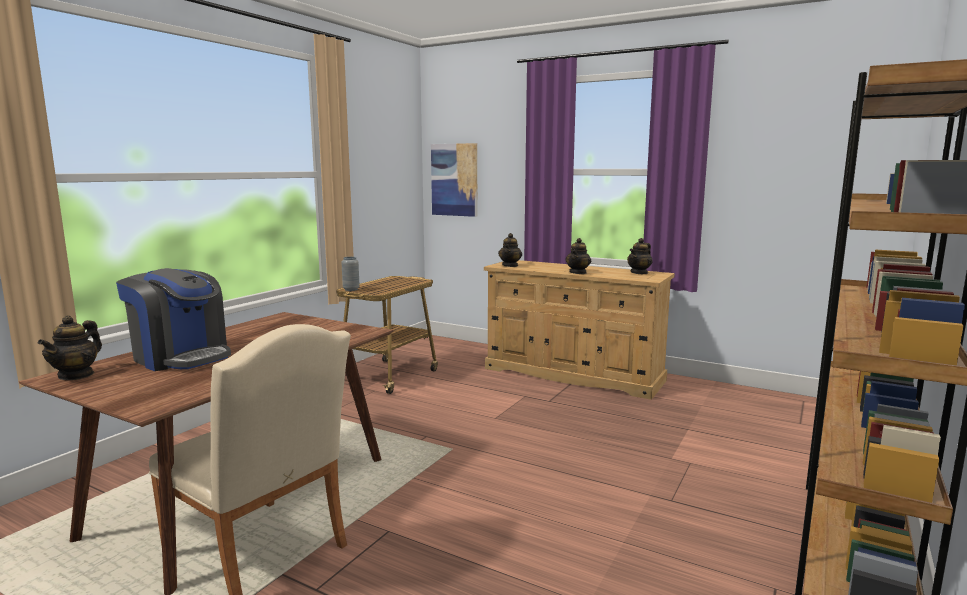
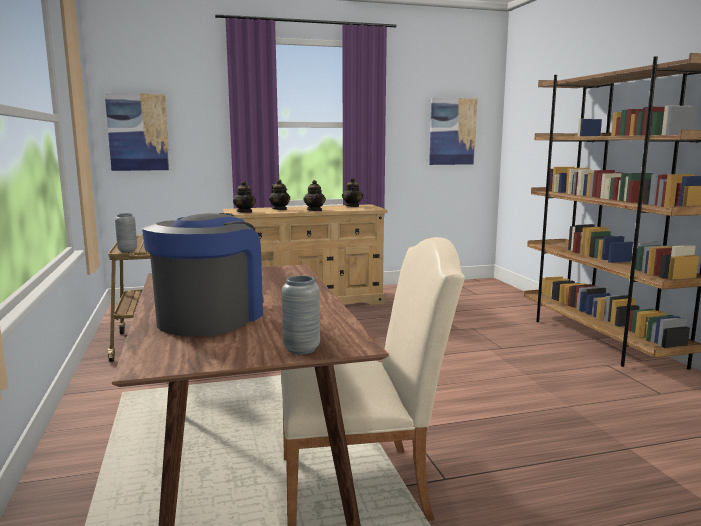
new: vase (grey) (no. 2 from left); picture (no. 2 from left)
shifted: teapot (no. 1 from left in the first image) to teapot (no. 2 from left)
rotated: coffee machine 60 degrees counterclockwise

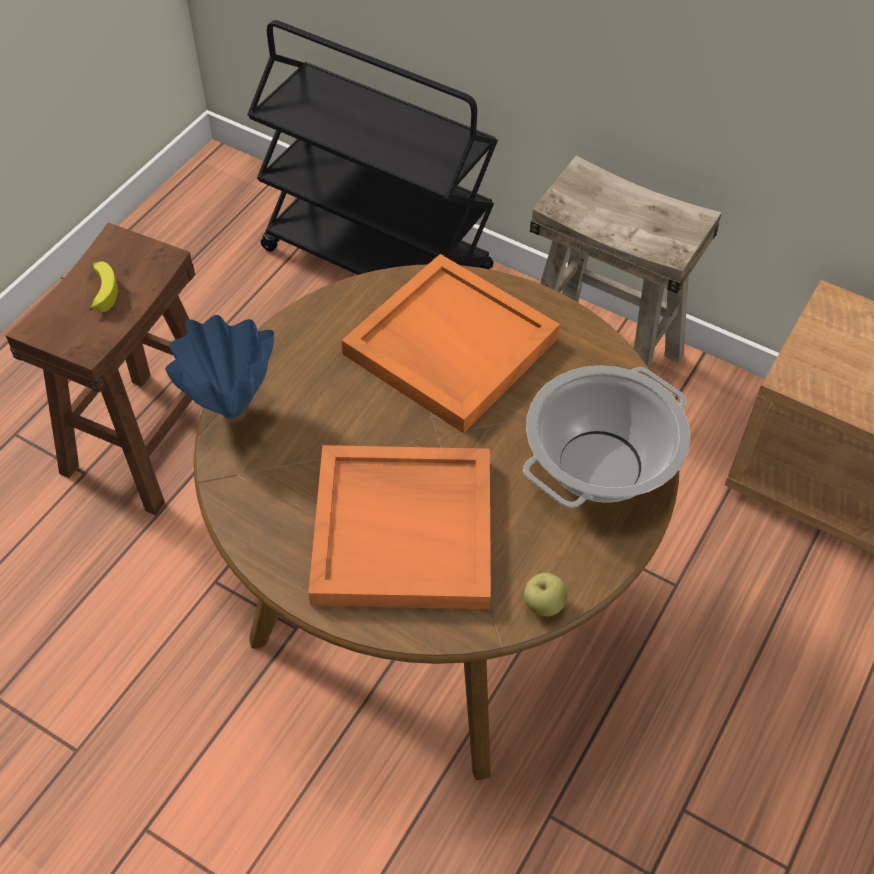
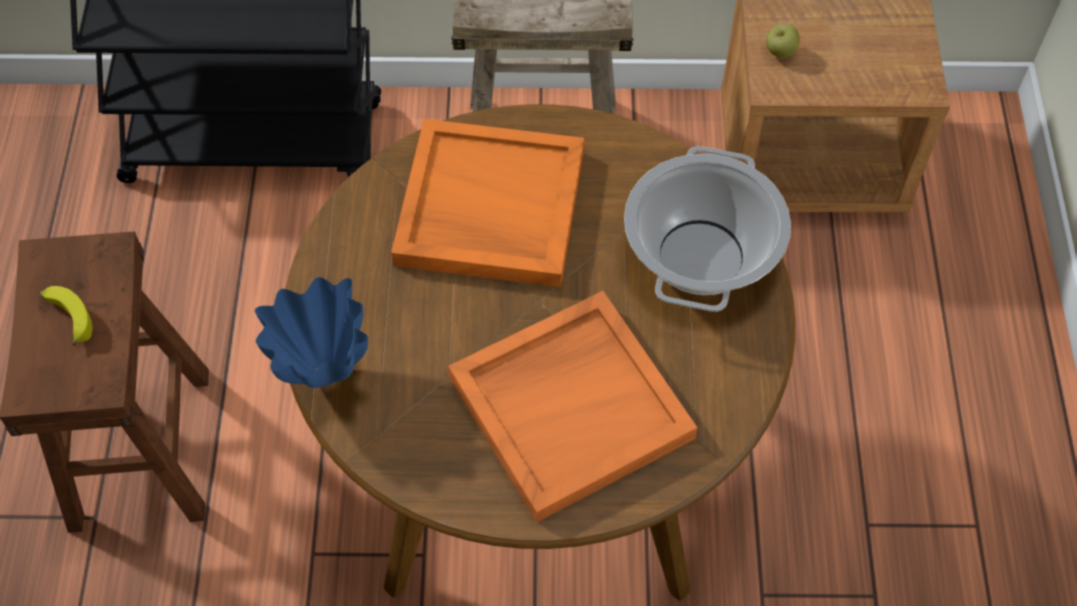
shifted: apple

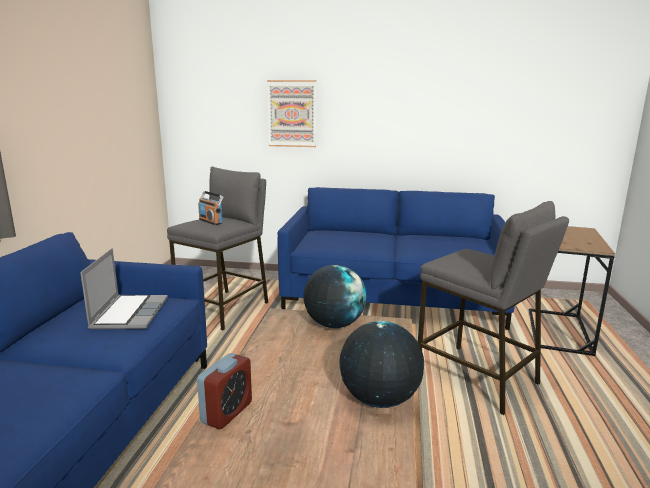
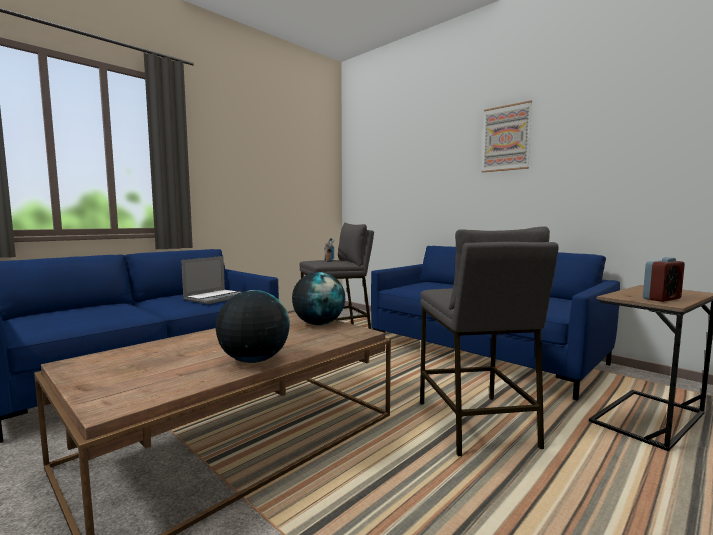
shifted: alarm clock; picture

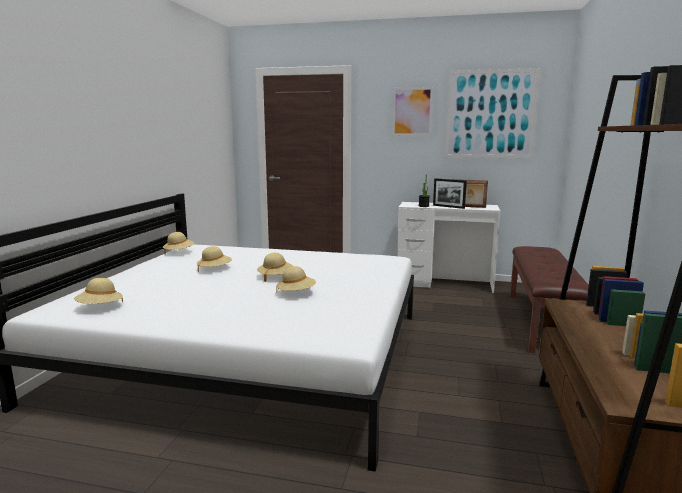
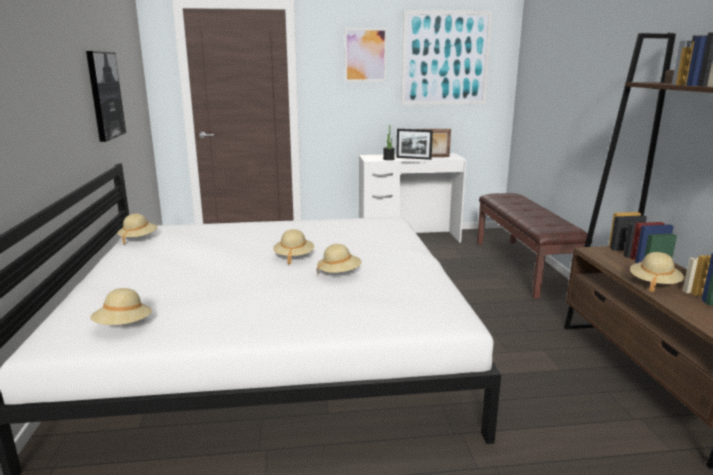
new: picture (no. 1 from left)
shifted: hat (beige) (no. 3 from left in the first image) to hat (beige) (no. 5 from left)

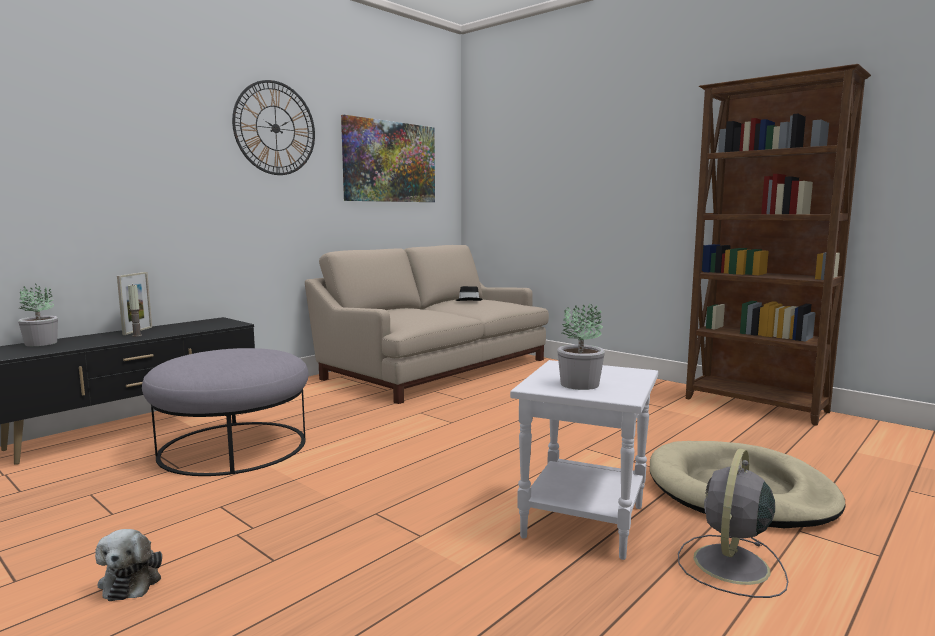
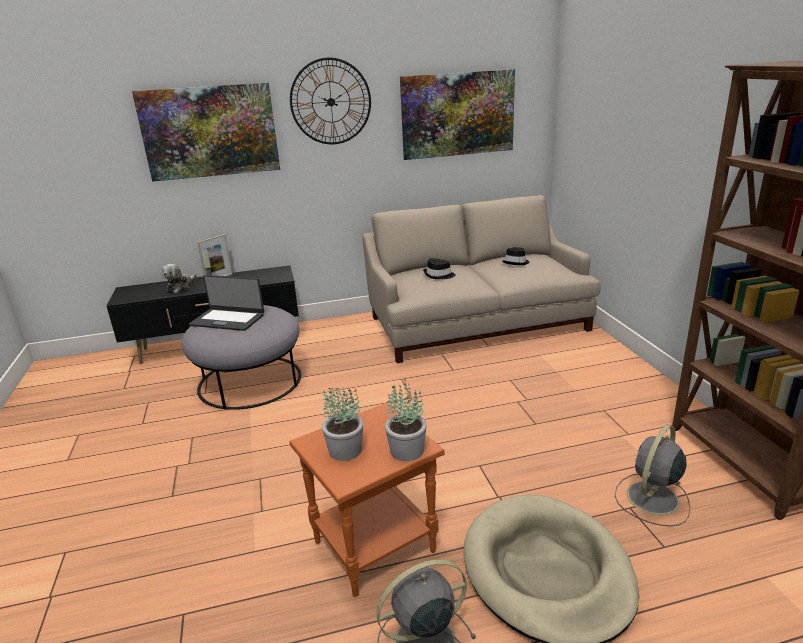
new: picture (no. 1 from left); laptop; hat (black) (no. 1 from left); fan (grey) (no. 2 from left)
shifted: potted plant (no. 1 from left in the first image) to potted plant (no. 2 from left); plush toy
repainted: side table (white) to side table (orange)

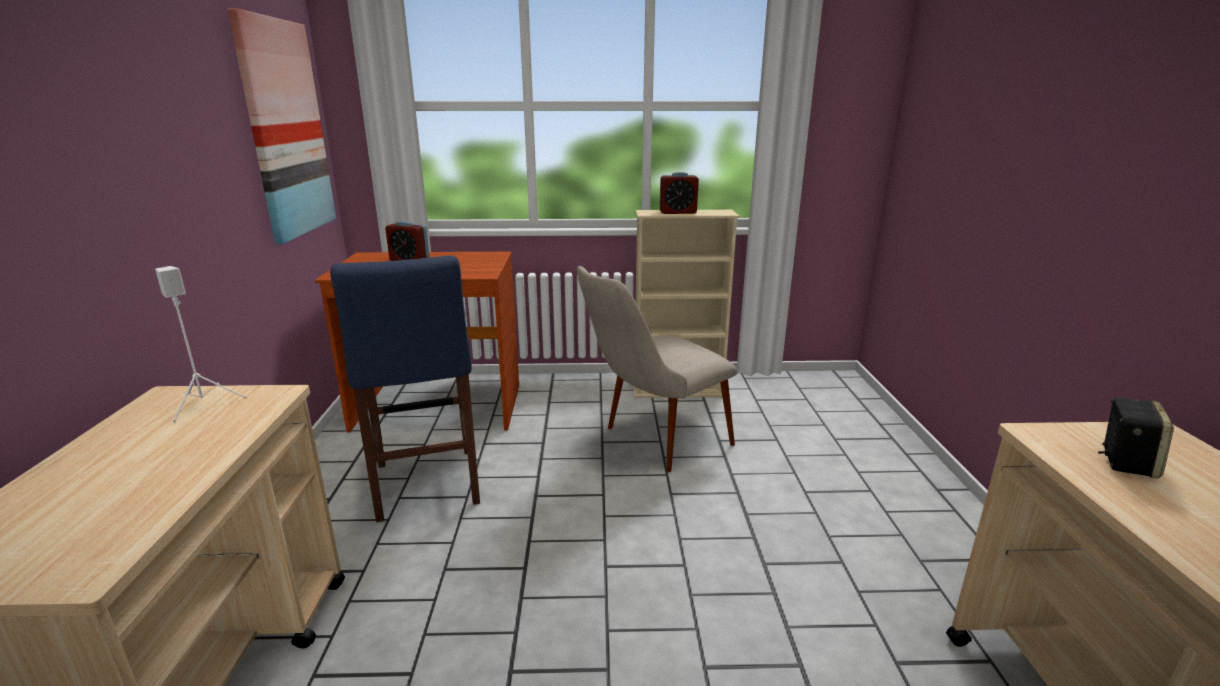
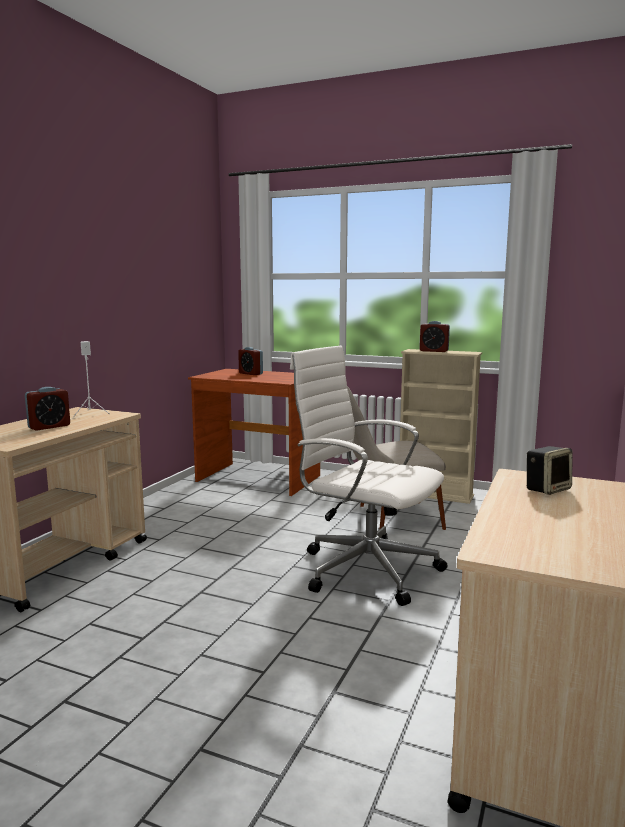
gone: picture; stool (blue)
new: alarm clock (no. 1 from left); office chair (white)

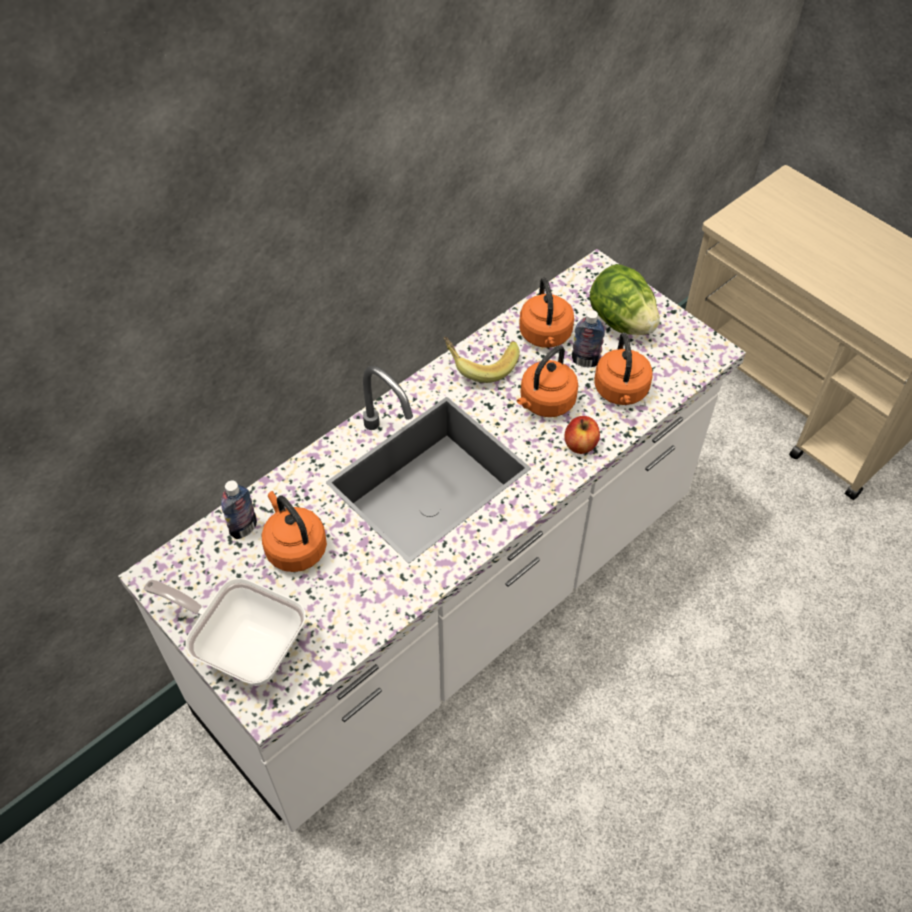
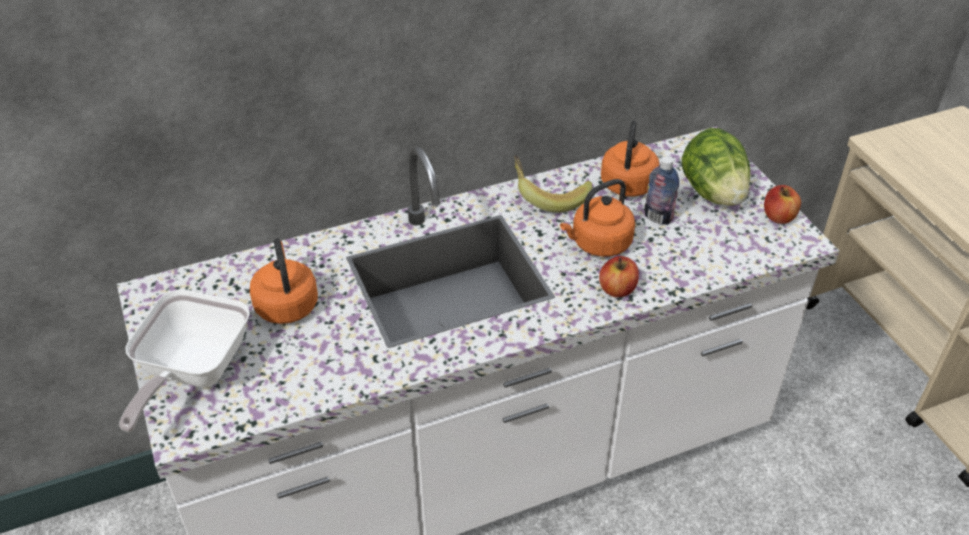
gone: bottle (no. 1 from left); kettle (orange) (no. 4 from left)
new: apple (no. 2 from left)
rotated: frying pan 120 degrees counterclockwise

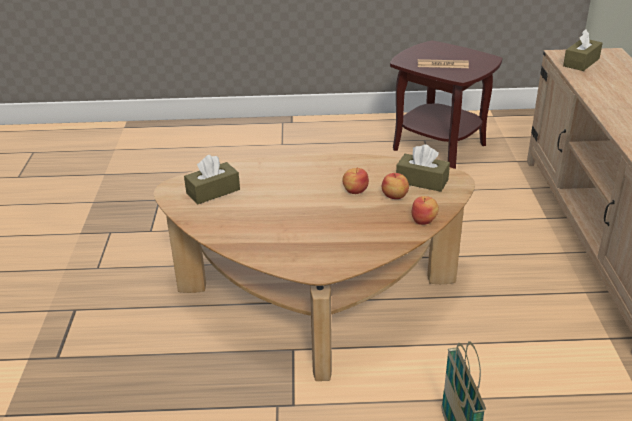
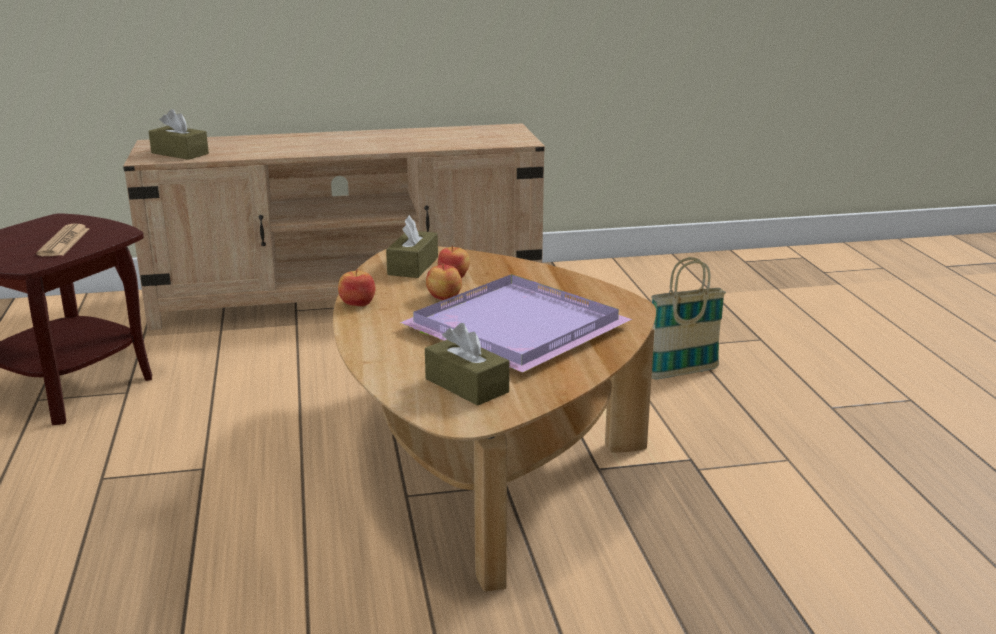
new: tray (purple)
shifted: apple (no. 3 from left in the first image) to apple (no. 1 from left)

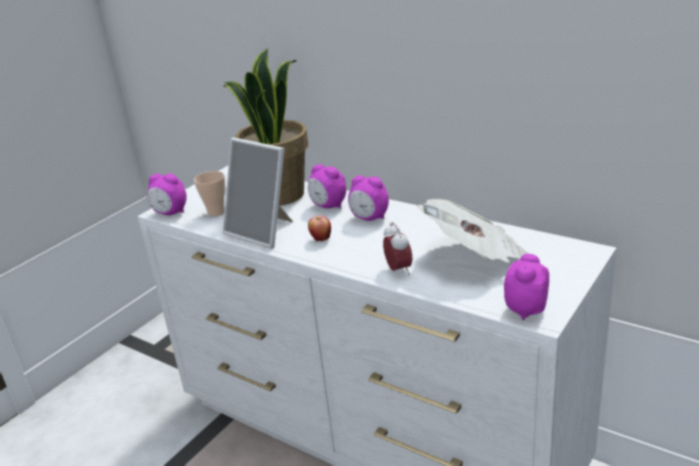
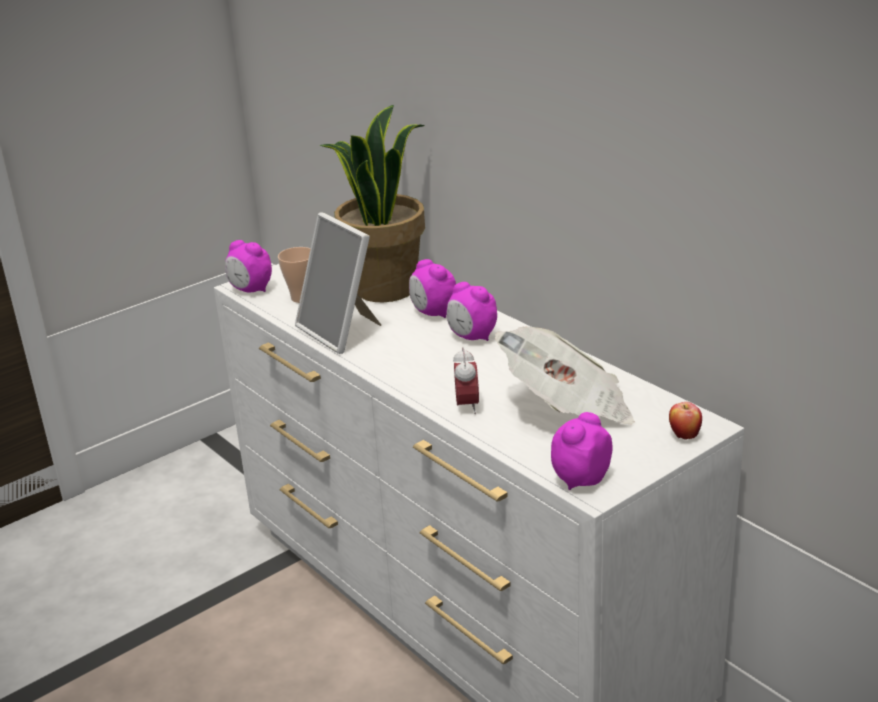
shifted: apple

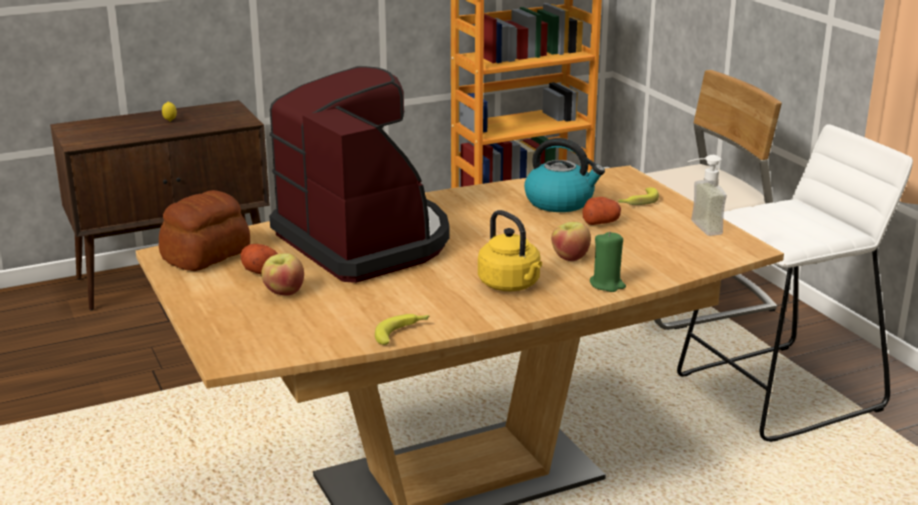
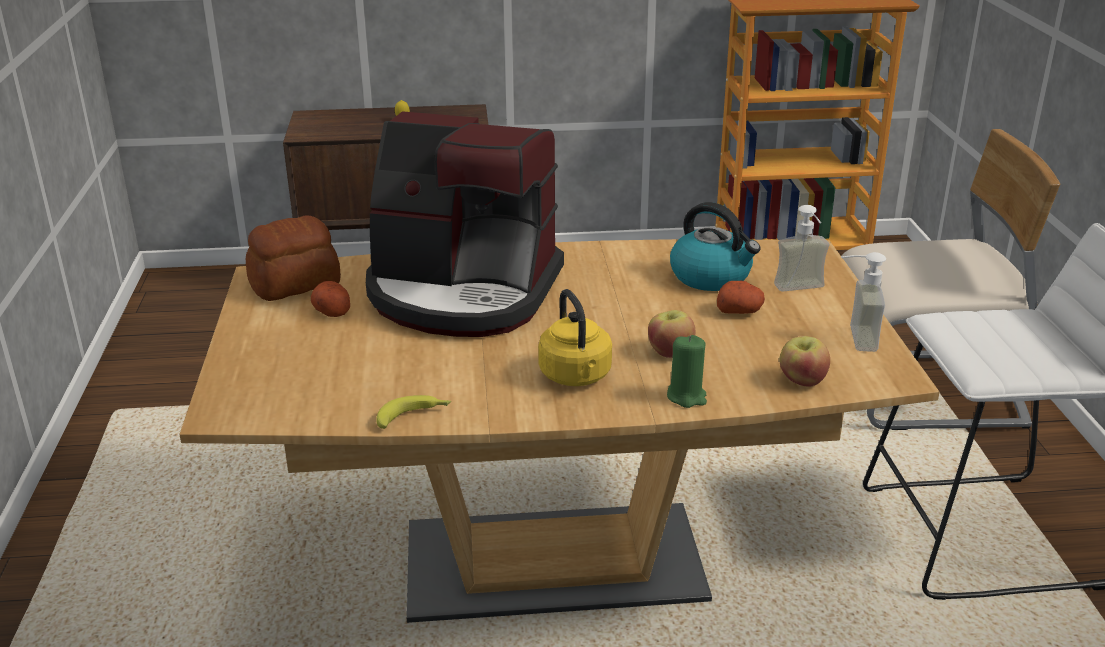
shifted: apple (no. 1 from left in the first image) to apple (no. 2 from left)
swapped: banana (no. 2 from left) to soap dispenser (no. 1 from left)
rotated: coffee machine 120 degrees clockwise

